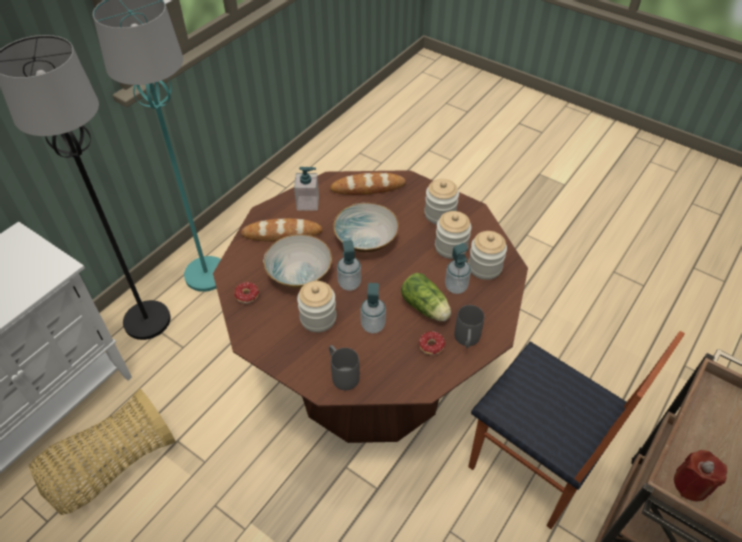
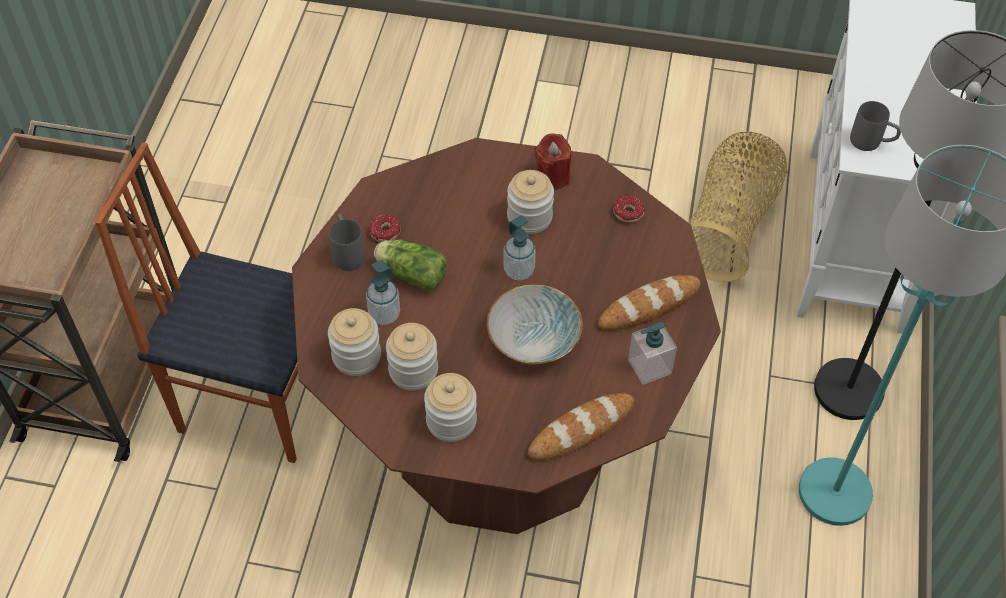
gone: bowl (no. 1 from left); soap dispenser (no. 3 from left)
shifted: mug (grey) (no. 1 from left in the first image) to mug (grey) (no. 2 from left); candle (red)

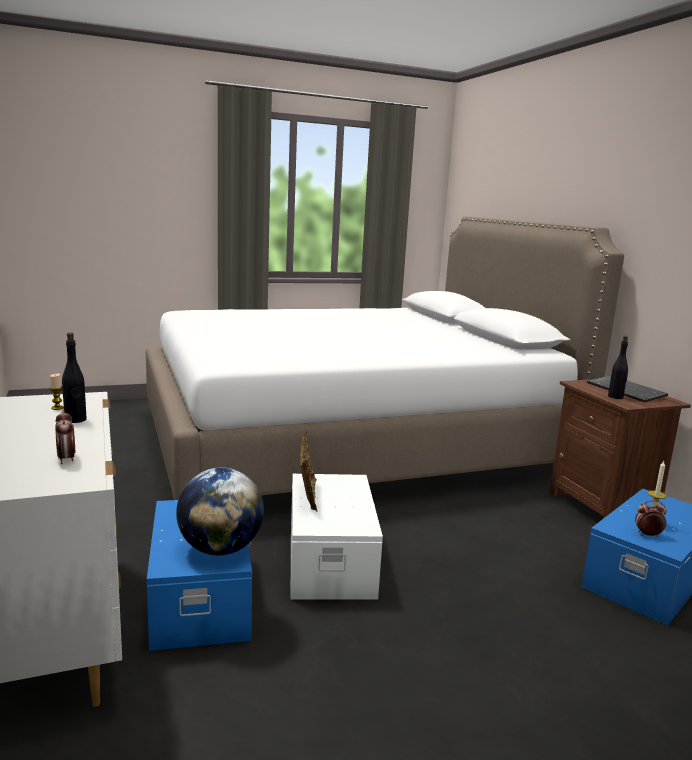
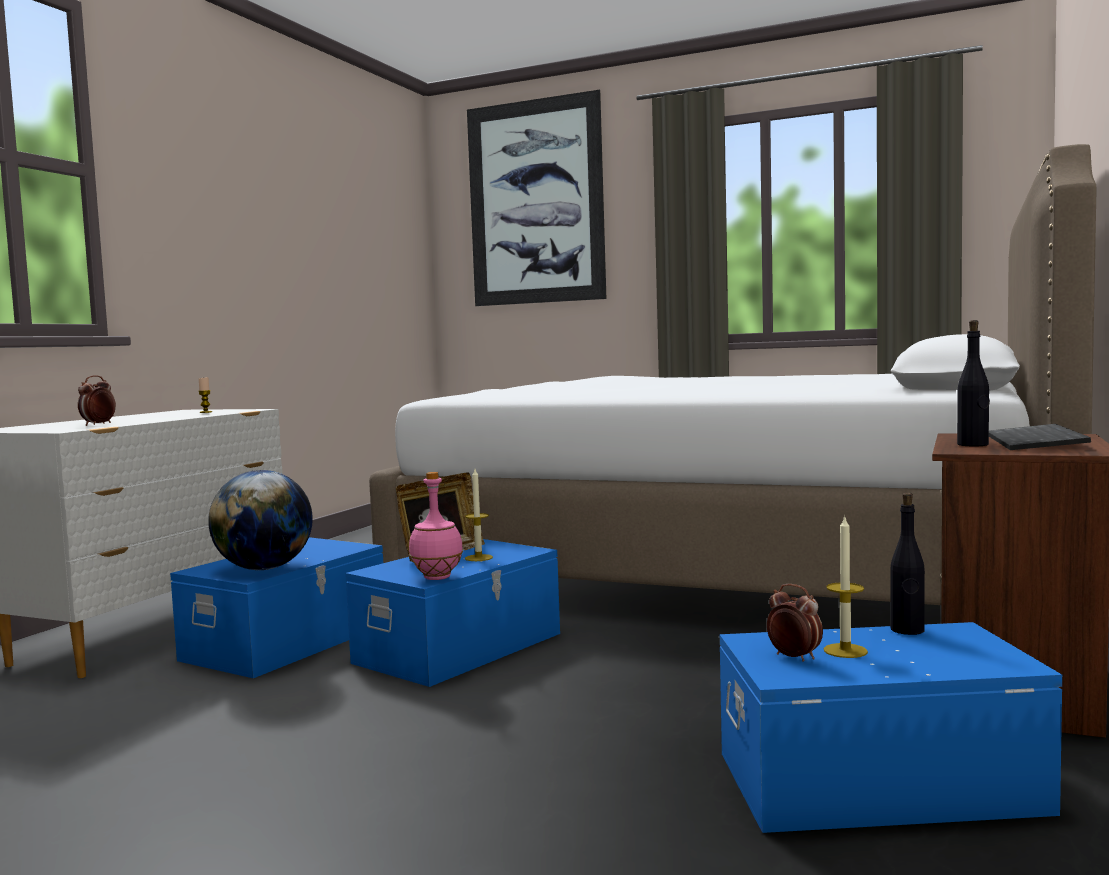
new: bottle (pink); candle (no. 2 from left); picture
shifted: bottle (black) (no. 1 from left)
repainted: storage box (white) to storage box (blue) (no. 2 from left)

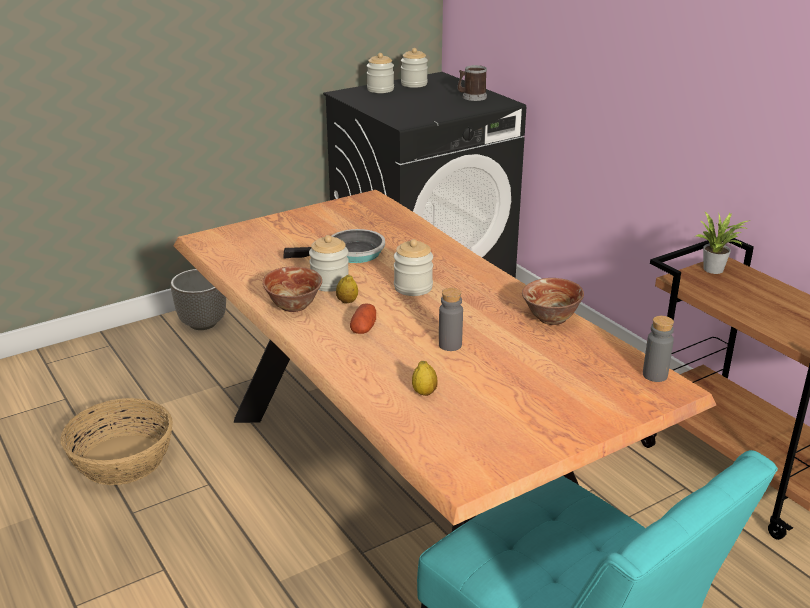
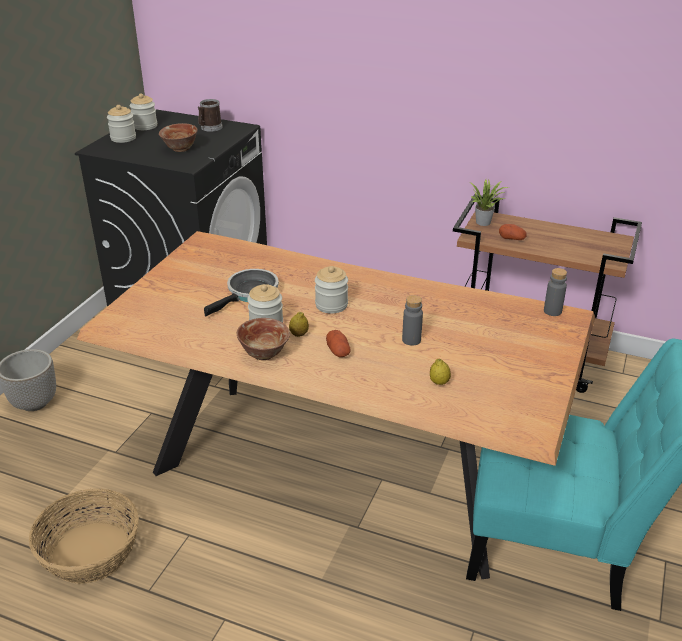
new: potato (no. 2 from left)
shifted: bowl (no. 2 from left in the first image) to bowl (no. 1 from left)

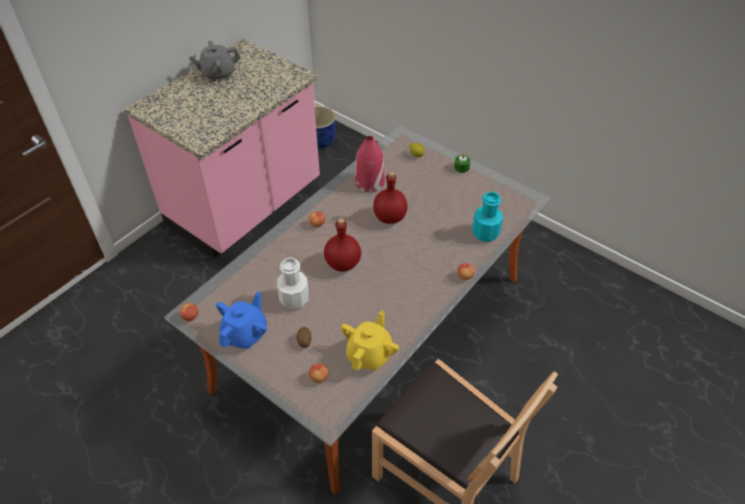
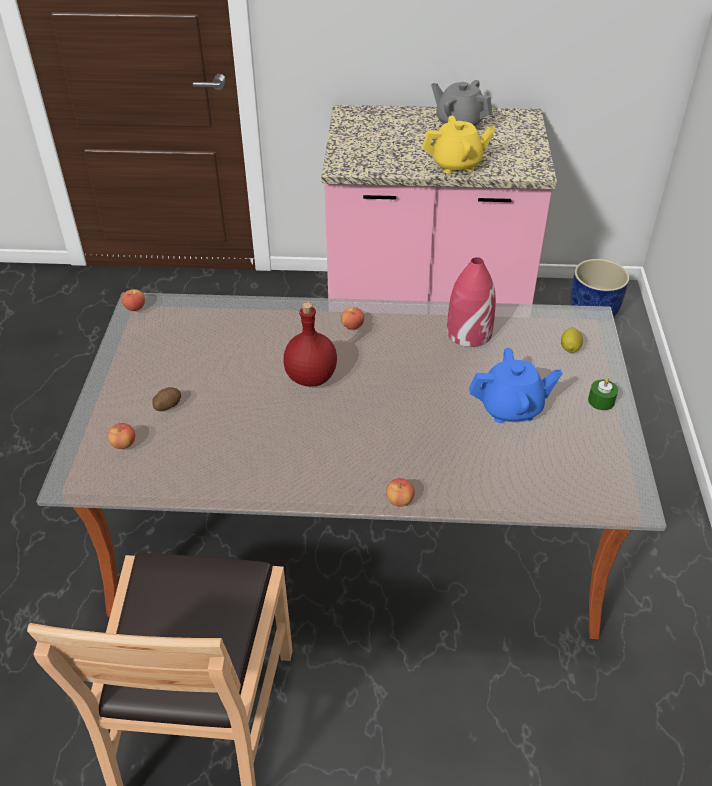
gone: bottle (white); bottle (red) (no. 2 from left); bottle (turquoise)
shifted: teapot (blue); teapot (yellow)

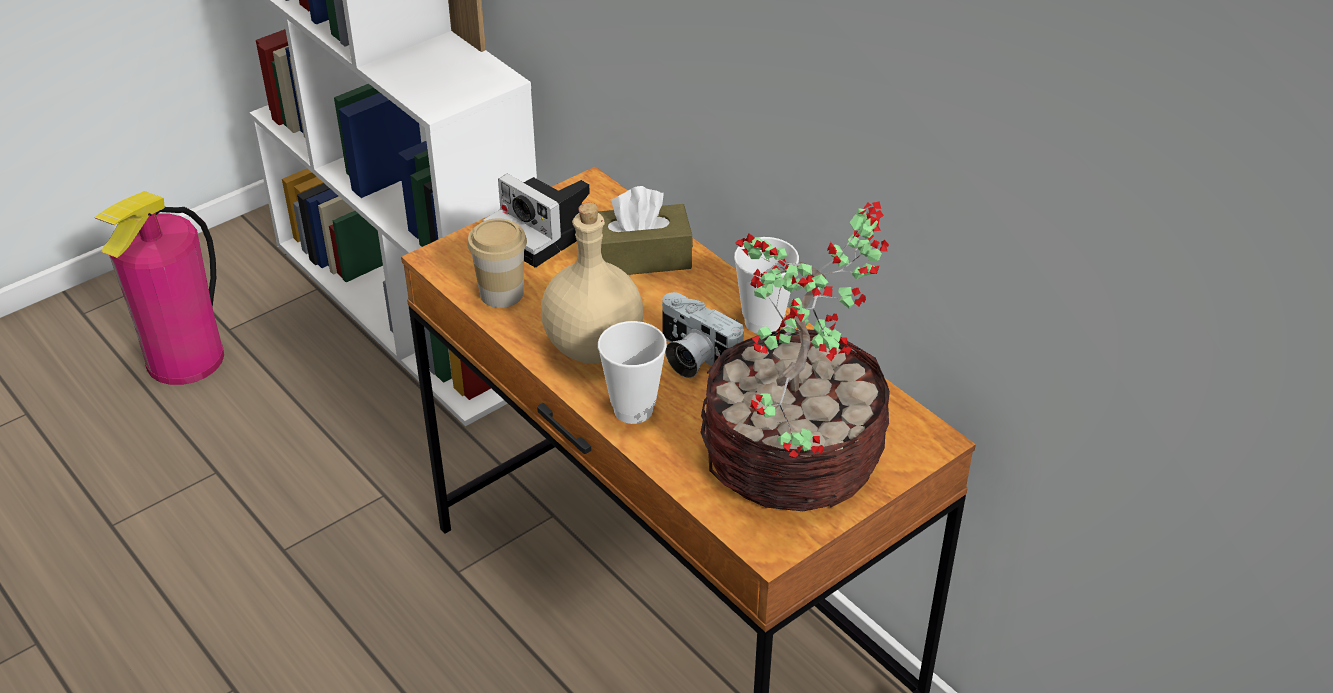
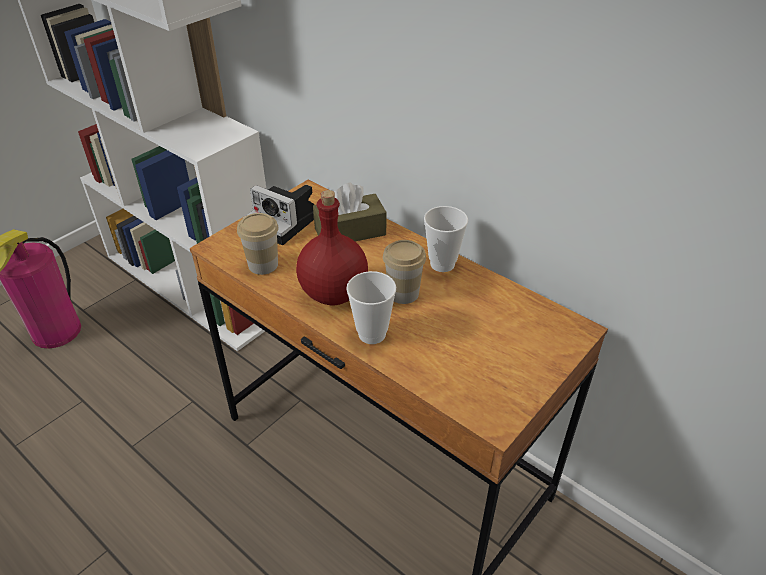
gone: potted plant
swapped: photo camera (no. 2 from left) to cup (no. 3 from left)
repainted: bottle (beige) to bottle (red)

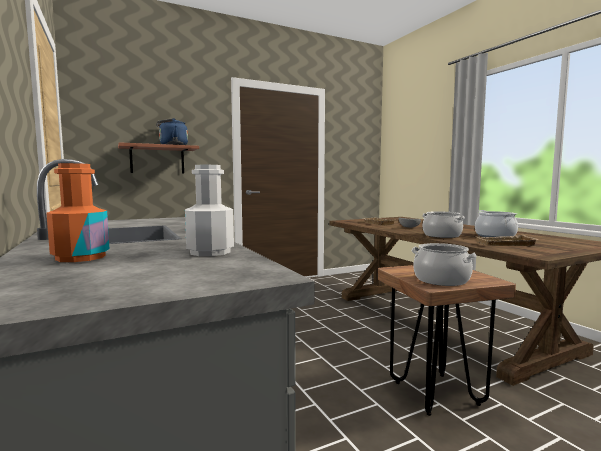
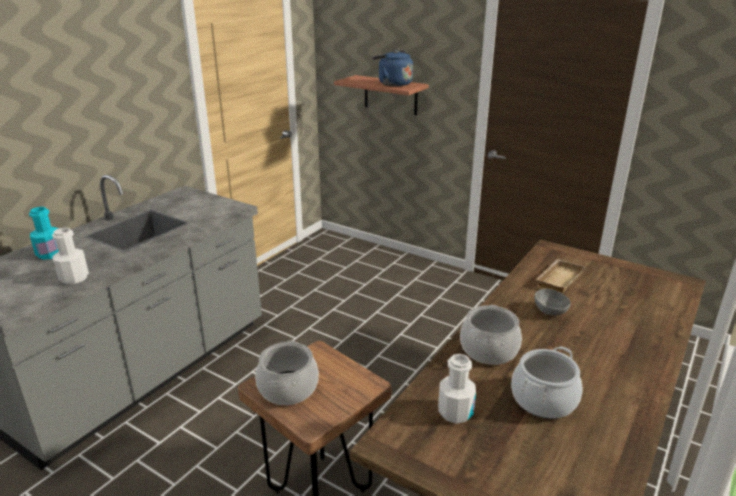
swapped: tray (beige) (no. 2 from left) to bottle (white) (no. 2 from left)
repainted: bottle (orange) to bottle (turquoise)

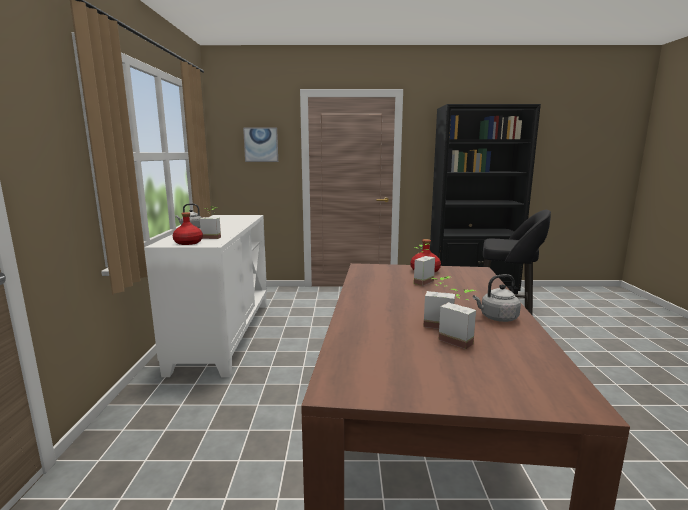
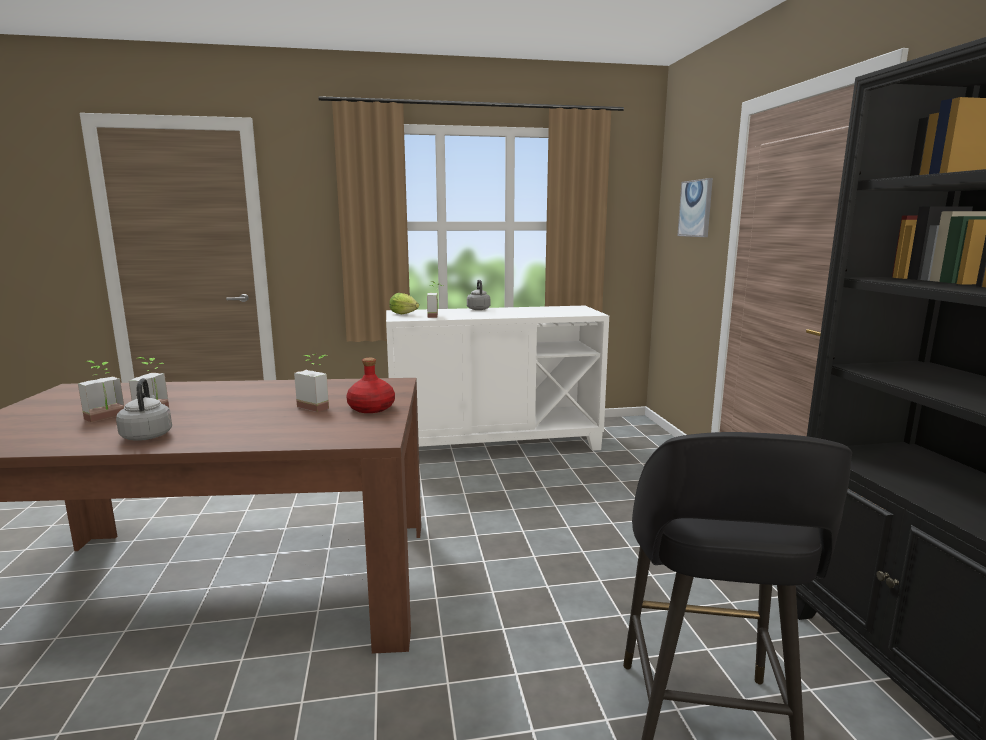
swapped: bottle (red) (no. 1 from left) to lettuce

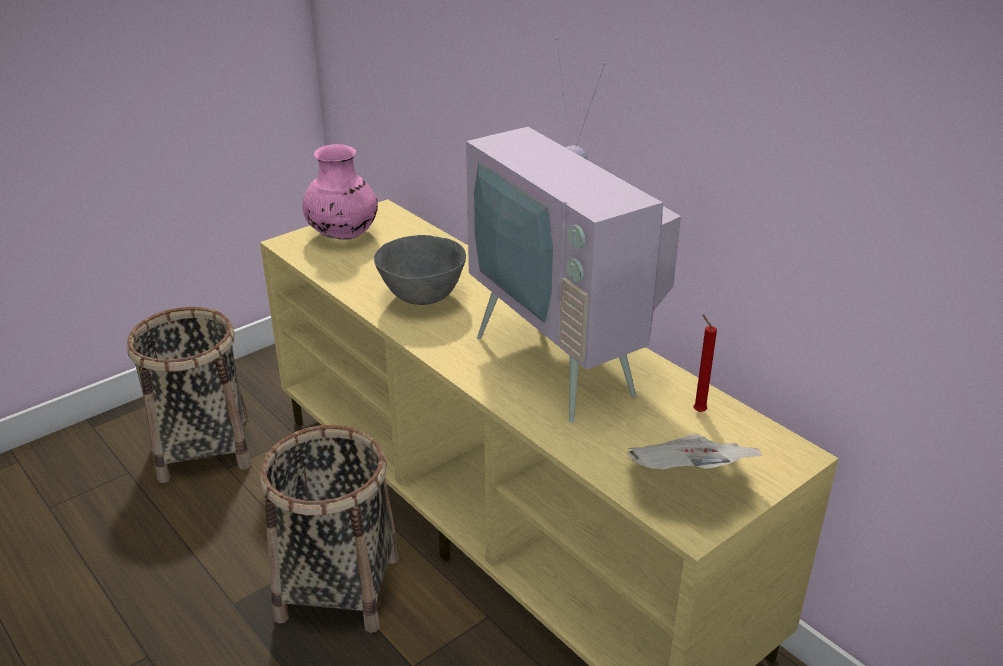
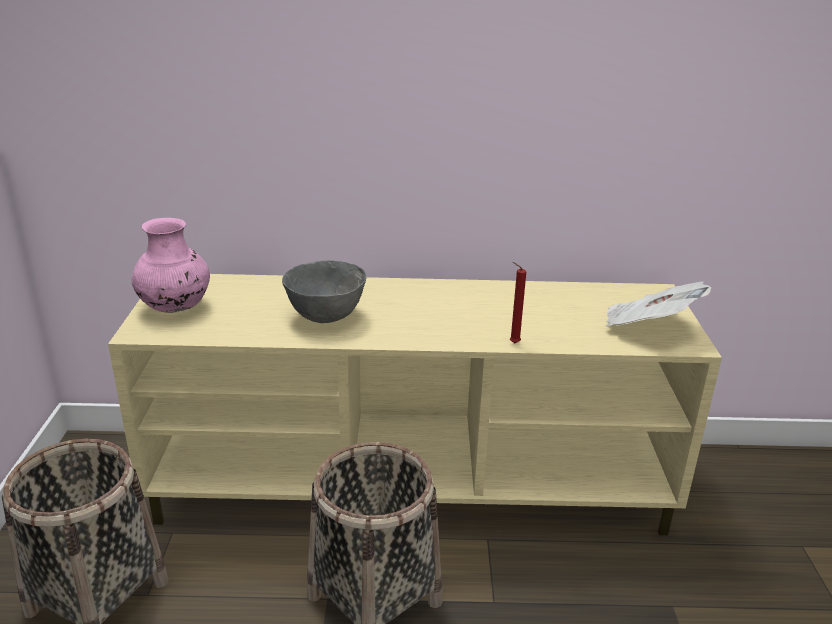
gone: television
shifted: candle (red)

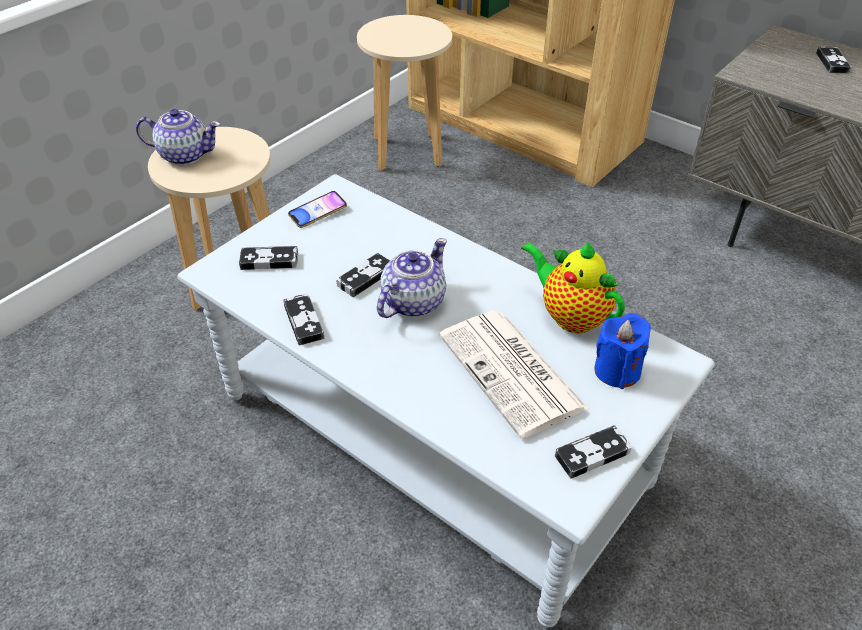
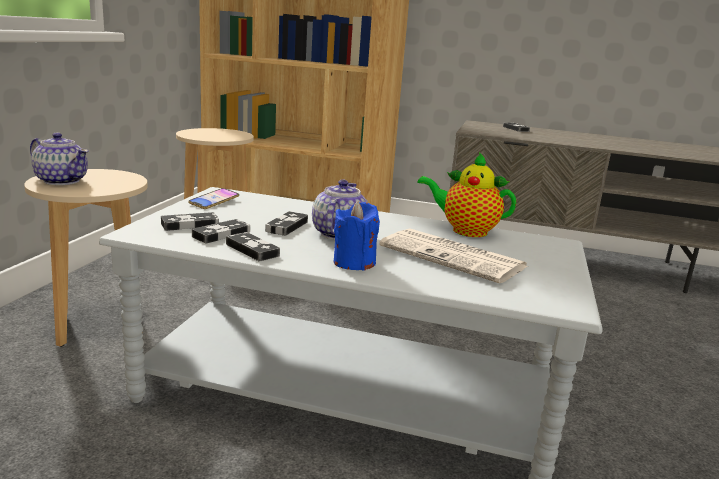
shifted: game controller (no. 4 from left in the first image) to game controller (no. 2 from left); candle (blue)
rotated: teapot (no. 1 from left) 45 degrees clockwise

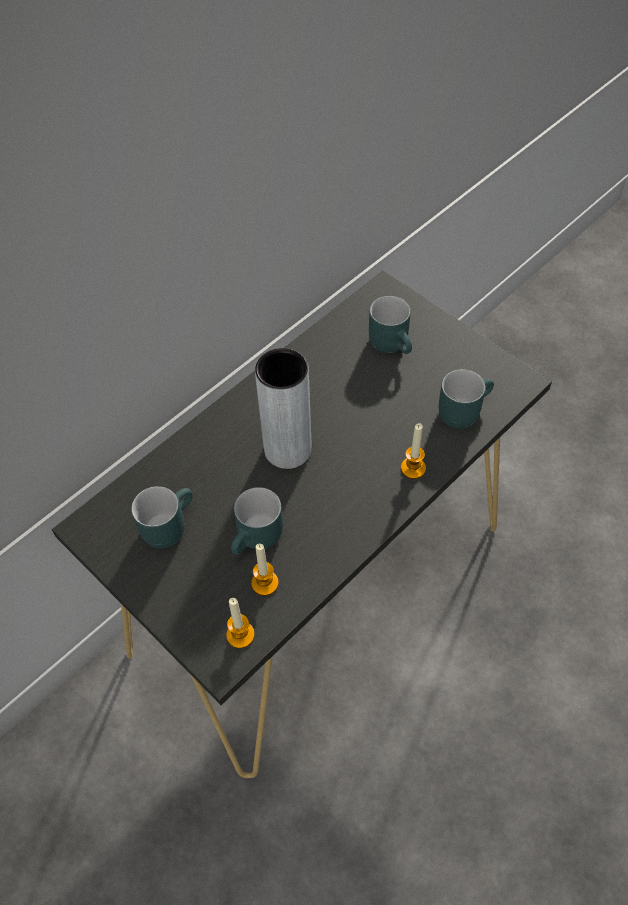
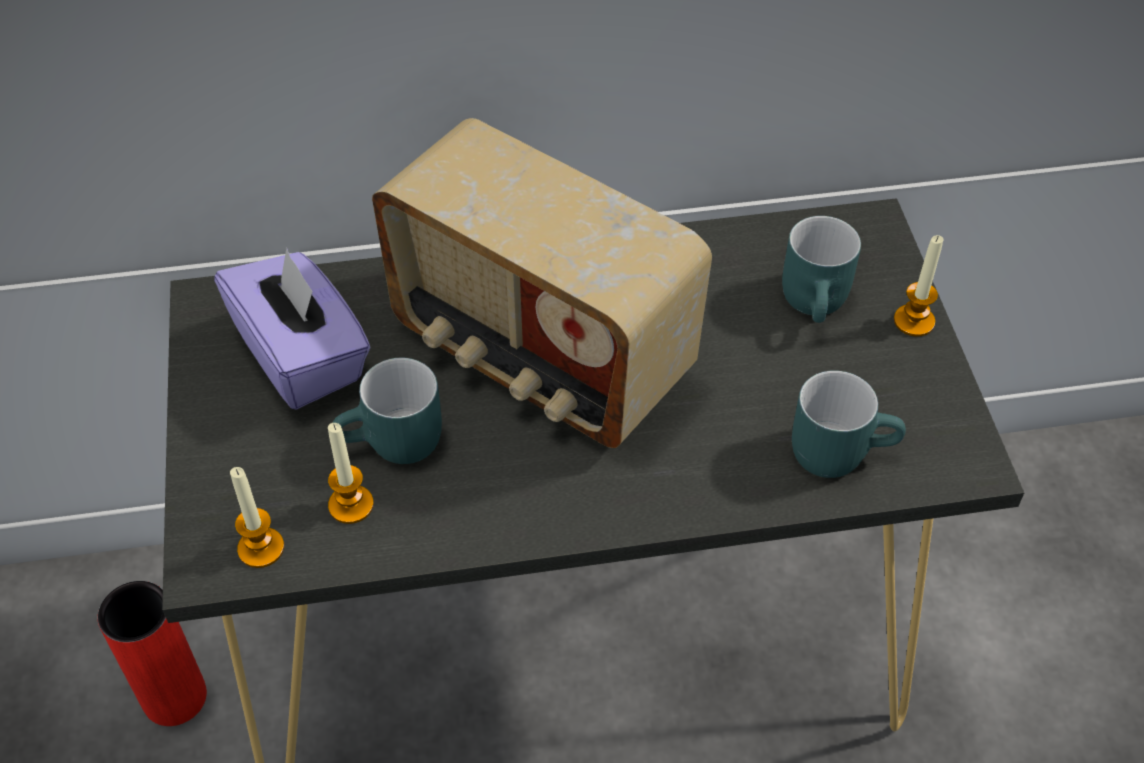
new: vase (red)
shifted: candle (no. 3 from left)
swapped: mug (turquoise) (no. 1 from left) to tissue box (purple); vase (grey) to radio

